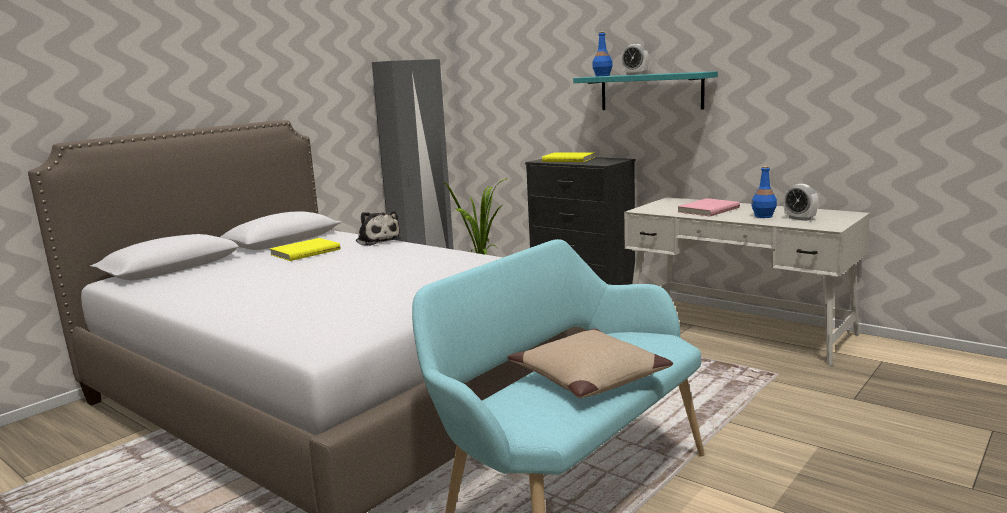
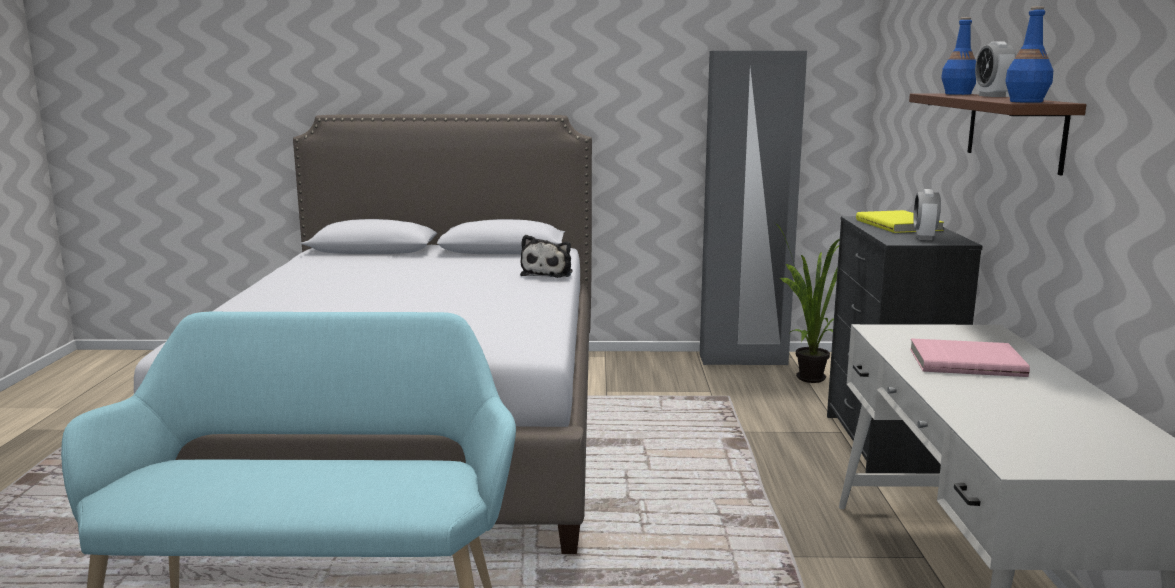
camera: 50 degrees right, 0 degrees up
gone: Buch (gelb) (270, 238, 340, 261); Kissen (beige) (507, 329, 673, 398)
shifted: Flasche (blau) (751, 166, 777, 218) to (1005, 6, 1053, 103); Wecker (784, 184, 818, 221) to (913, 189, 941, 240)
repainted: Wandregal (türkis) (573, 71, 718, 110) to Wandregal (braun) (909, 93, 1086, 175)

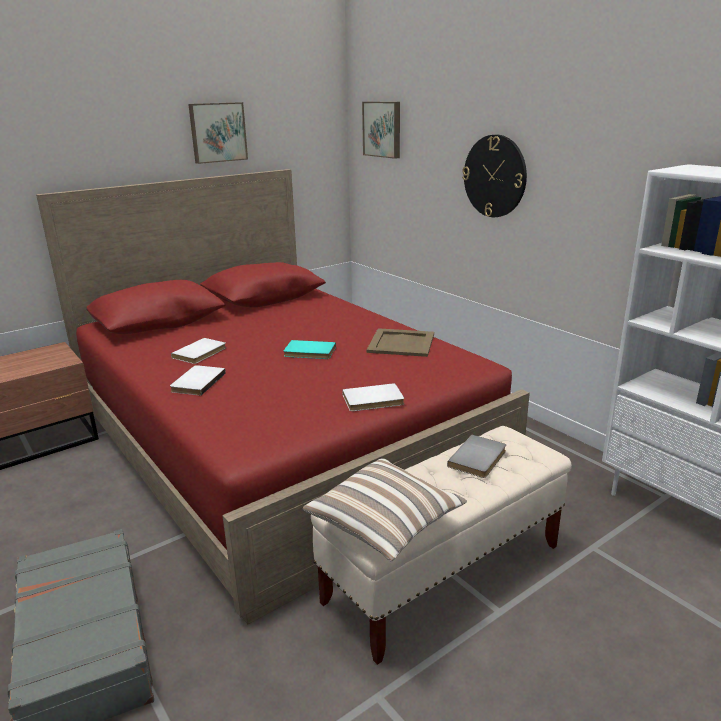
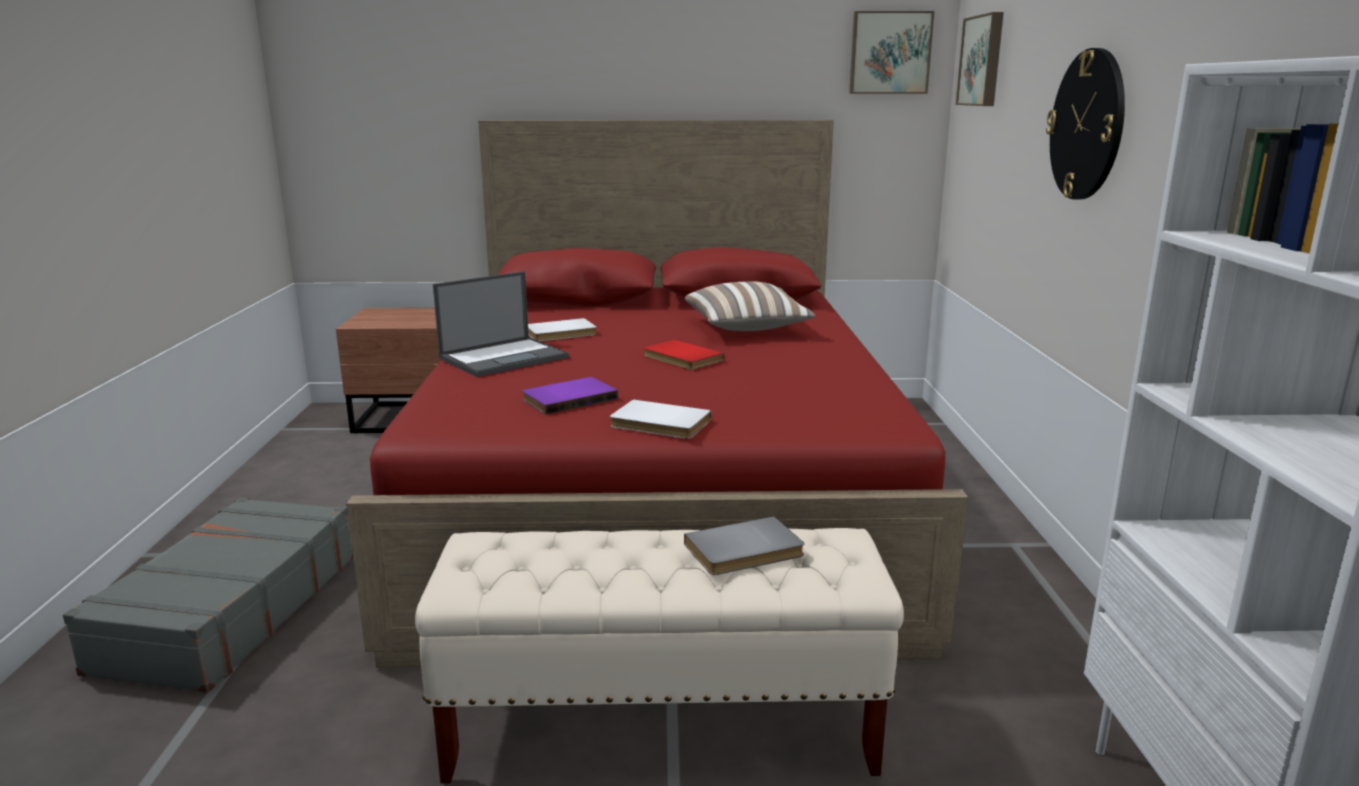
camera: 35 degrees right, 5 degrees down
gone: Tablett (beige) (367, 328, 434, 357)
new: Buch (lila) (522, 377, 618, 414)
shifted: Bild (188, 102, 248, 164) to (849, 11, 934, 94); Kissen (303, 458, 467, 561) to (685, 281, 815, 331)
swapped: Buch (weiß) (170, 365, 226, 396) to Laptop (433, 271, 569, 377)
repainted: Buch (türkis) (284, 340, 336, 359) to Buch (rot) (643, 340, 725, 370)

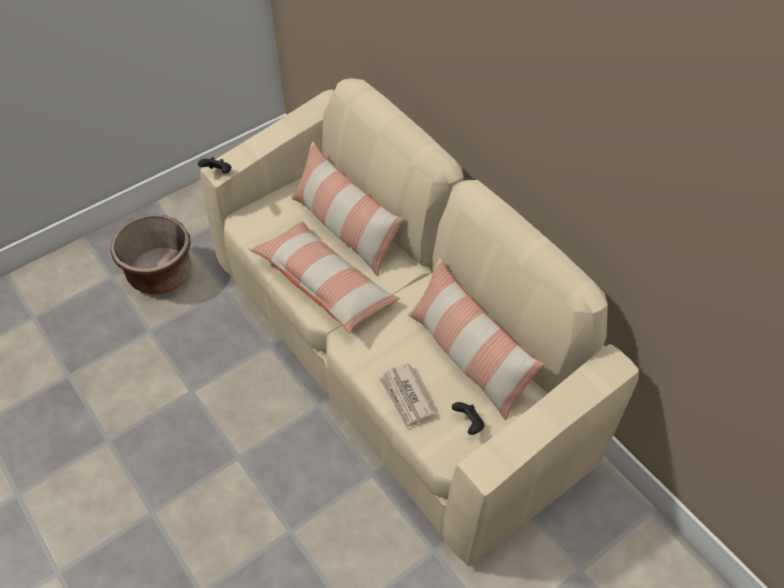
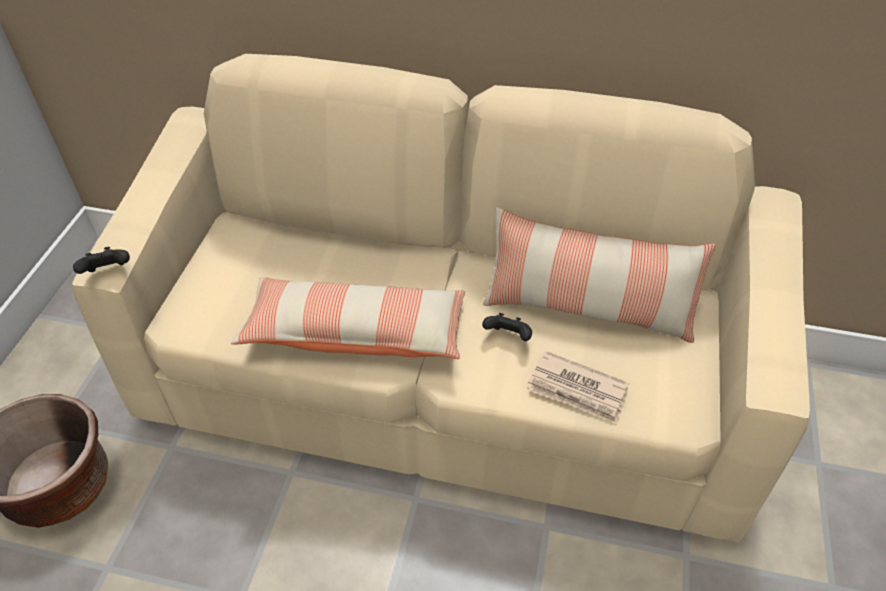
camera: 40 degrees left, 5 degrees down
gone: Kissen (291, 141, 404, 276)
shifted: Gamepad (schwarz) (452, 402, 485, 435) to (482, 313, 532, 341)

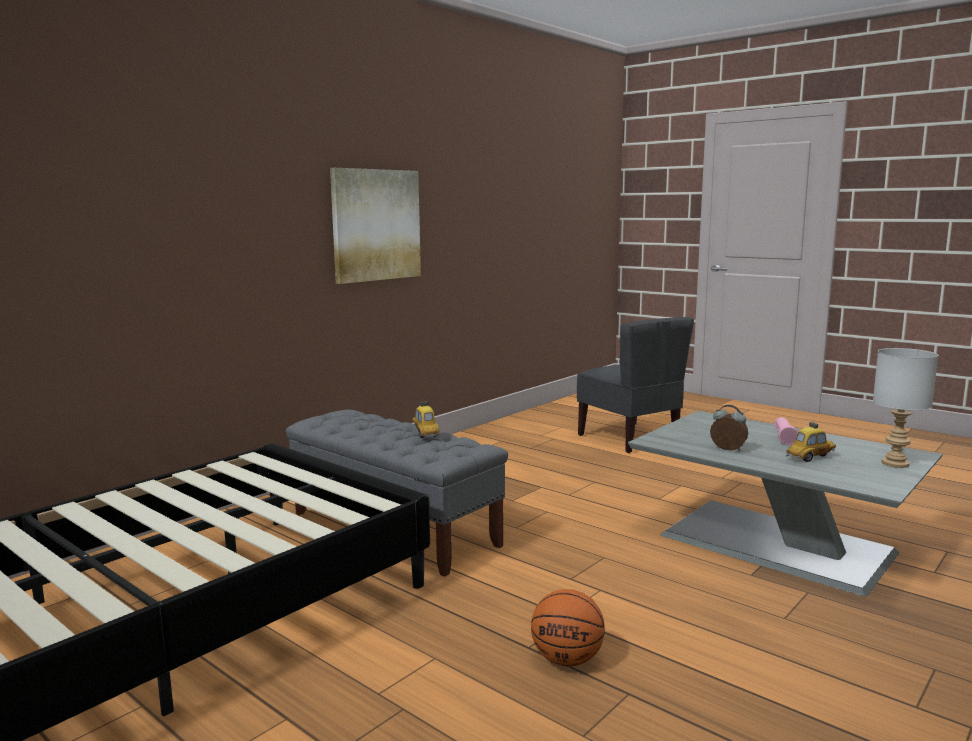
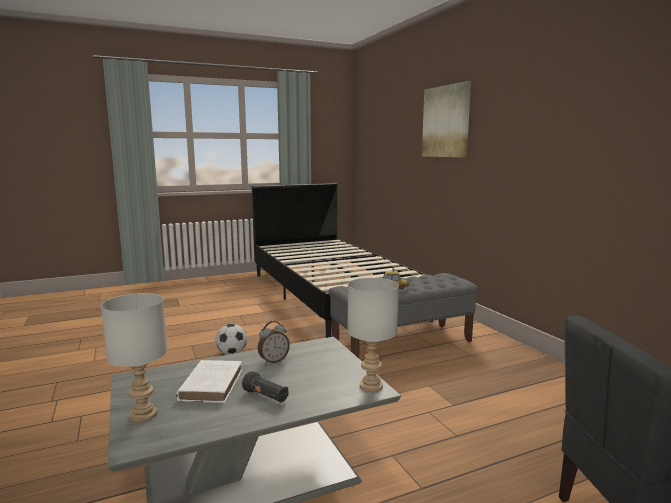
camera: 115 degrees right, 0 degrees up
new: Tischlampe (grau) (347, 278, 399, 392)
shifted: Bild (330, 168, 421, 284) to (422, 81, 471, 157)
swapped: Basketball (531, 589, 605, 667) to Fußball (216, 324, 247, 355); Spielzeugauto (786, 422, 836, 462) to Buch (weiß) (176, 360, 242, 403)
repainted: Taschenlampe (rosa) (774, 417, 798, 445) to Taschenlampe (schwarz) (242, 371, 288, 403)

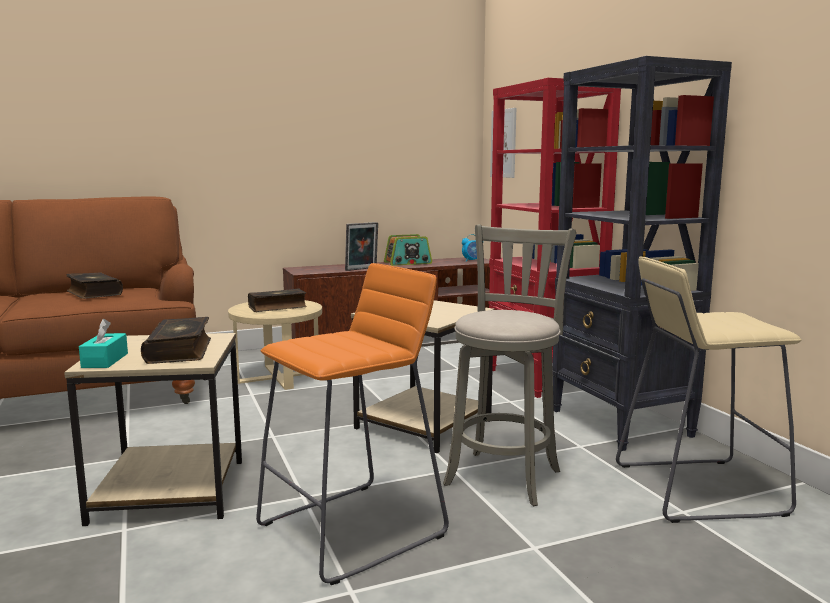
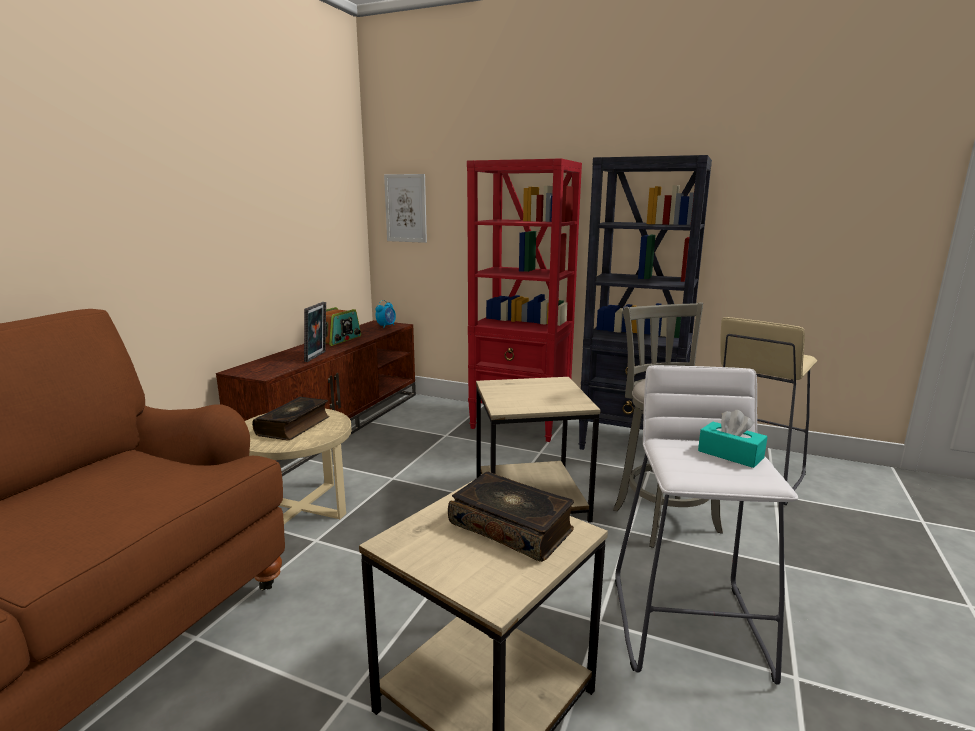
camera: 45 degrees left, 5 degrees up
gone: Buch (66, 272, 123, 299)
shifted: Taschentuchbox (türkis) (79, 319, 128, 368) to (698, 410, 768, 468)
repainted: Hocker (orange) (256, 263, 449, 585) to Hocker (weiß) (615, 365, 798, 685)

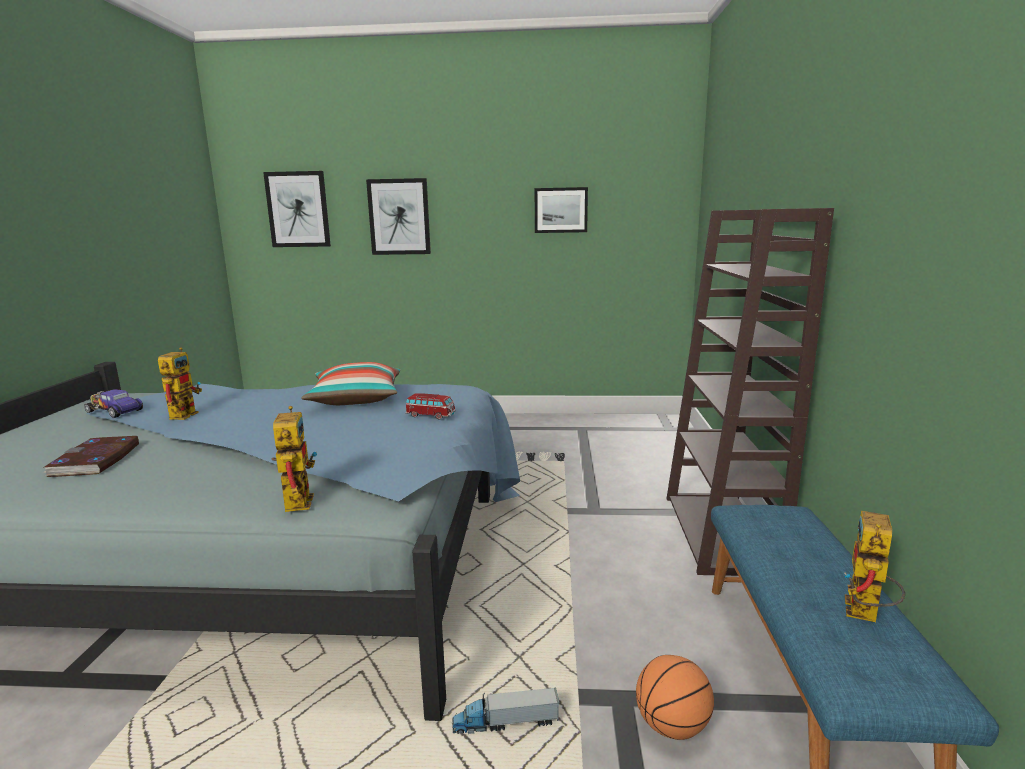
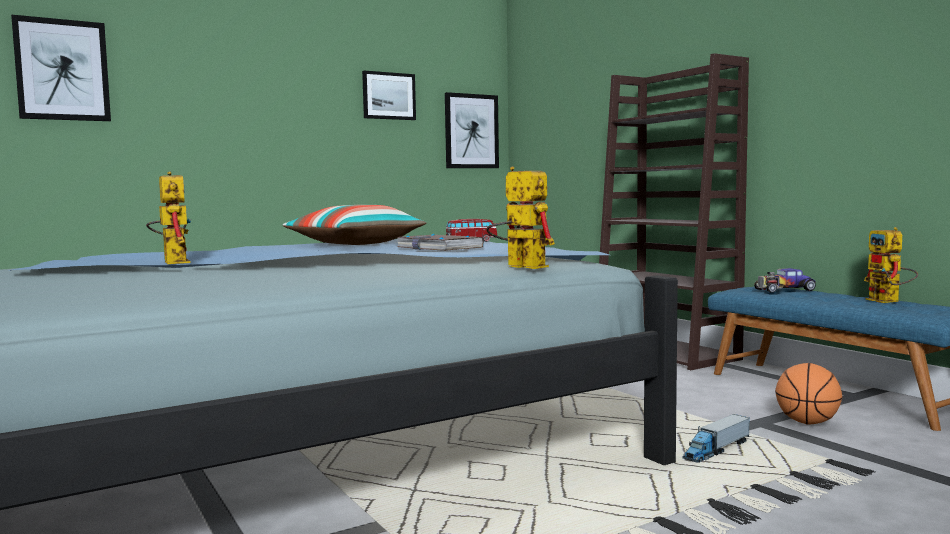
camera: 35 degrees left, 10 degrees down
shifted: Buch (43, 436, 139, 477) to (397, 234, 484, 251); Spielzeugauto (84, 389, 143, 418) to (754, 268, 816, 293); Bild (366, 178, 431, 255) to (445, 92, 499, 168)

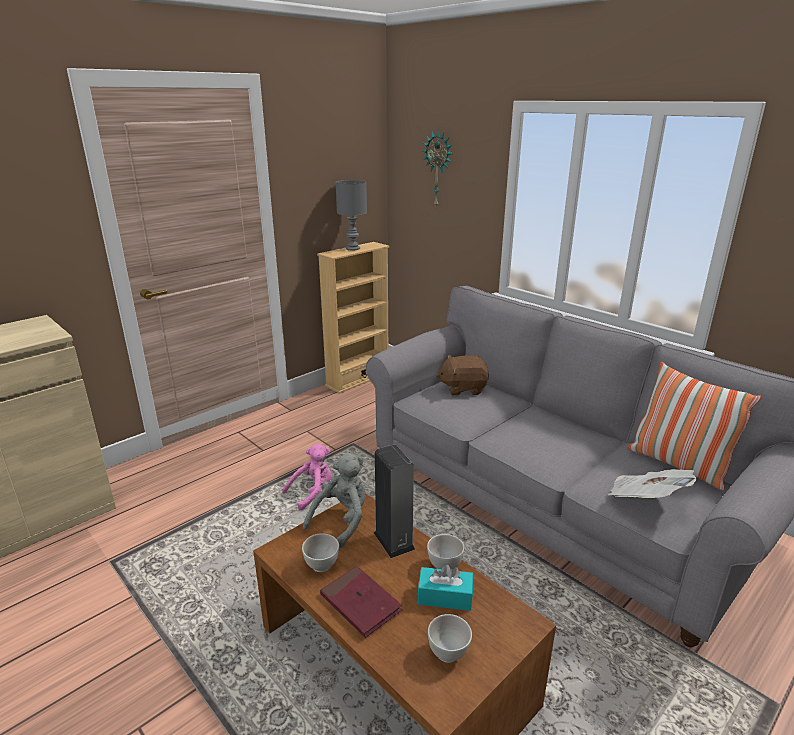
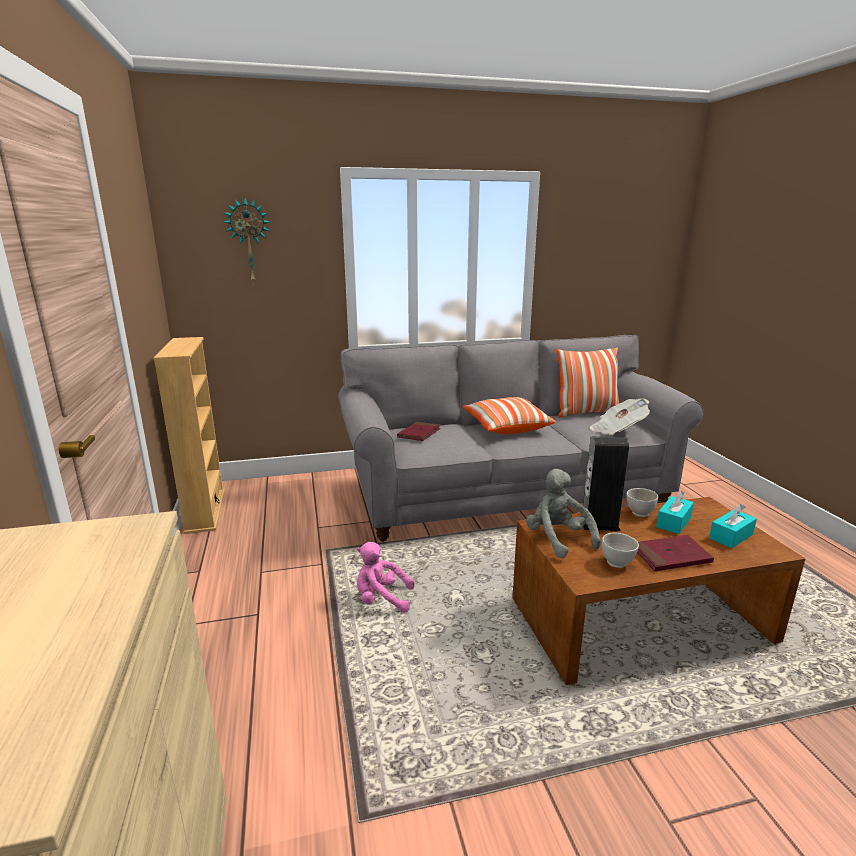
camera: 60 degrees left, 5 degrees down
gone: Tischlampe (grau) (336, 180, 367, 251)
new: Kissen (463, 397, 556, 434)
swapped: Schüssel (weiß) (428, 614, 472, 663) to Taschentuchbox (türkis) (709, 504, 757, 548); Plüschtier (braun) (437, 355, 489, 396) to Buch (rot) (397, 422, 441, 441)
rotated: Plüschtier (rosa) (282, 444, 332, 510) = (357, 542, 415, 613) 75 degrees counterclockwise

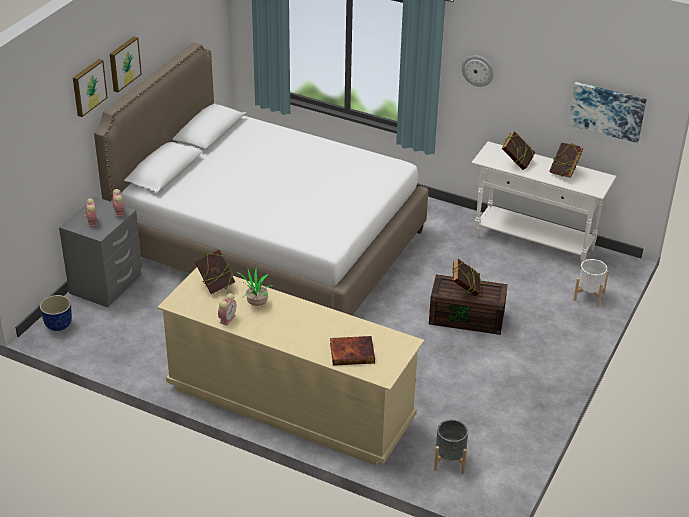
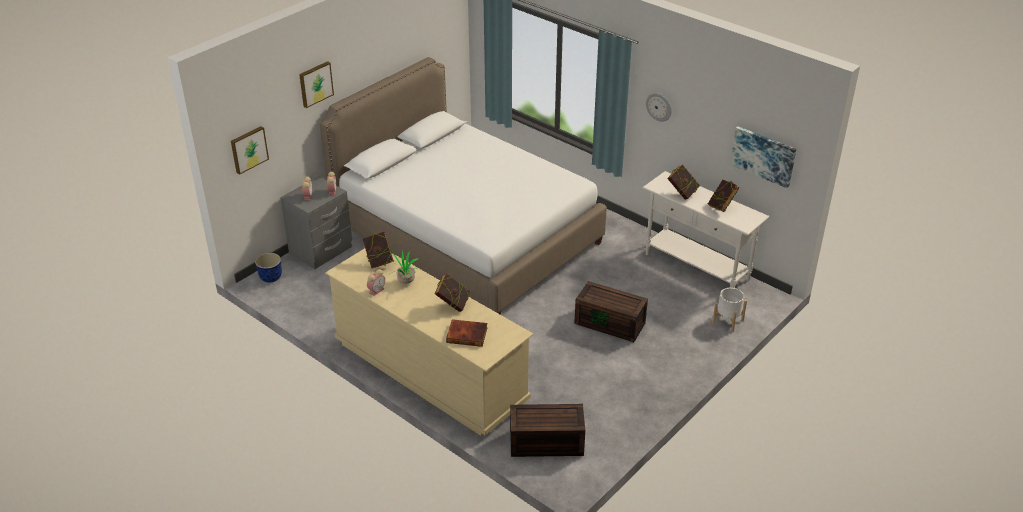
camera: 15 degrees right, 0 degrees up
shifted: Bild (110, 36, 142, 92) to (231, 126, 269, 175); Buch (452, 259, 481, 296) to (435, 274, 471, 312)
swapped: Pflanzkübel (grau) (434, 420, 468, 474) to Aufbewahrungsbox (braun) (510, 404, 585, 457)

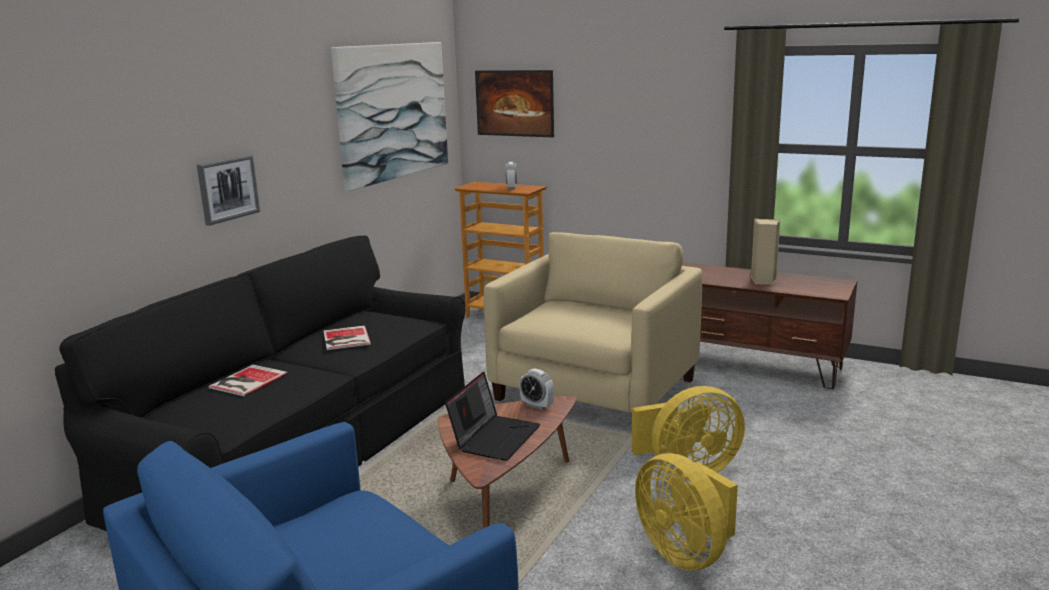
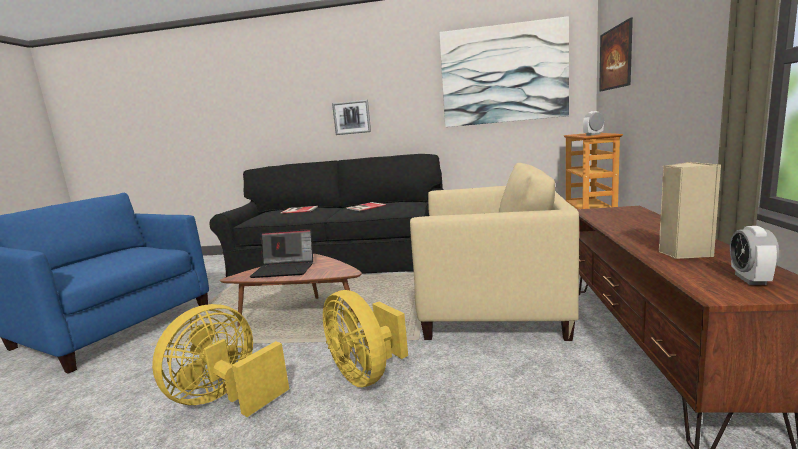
camera: 70 degrees right, 5 degrees down
shifted: Wecker (519, 368, 554, 410) to (730, 226, 779, 285)

